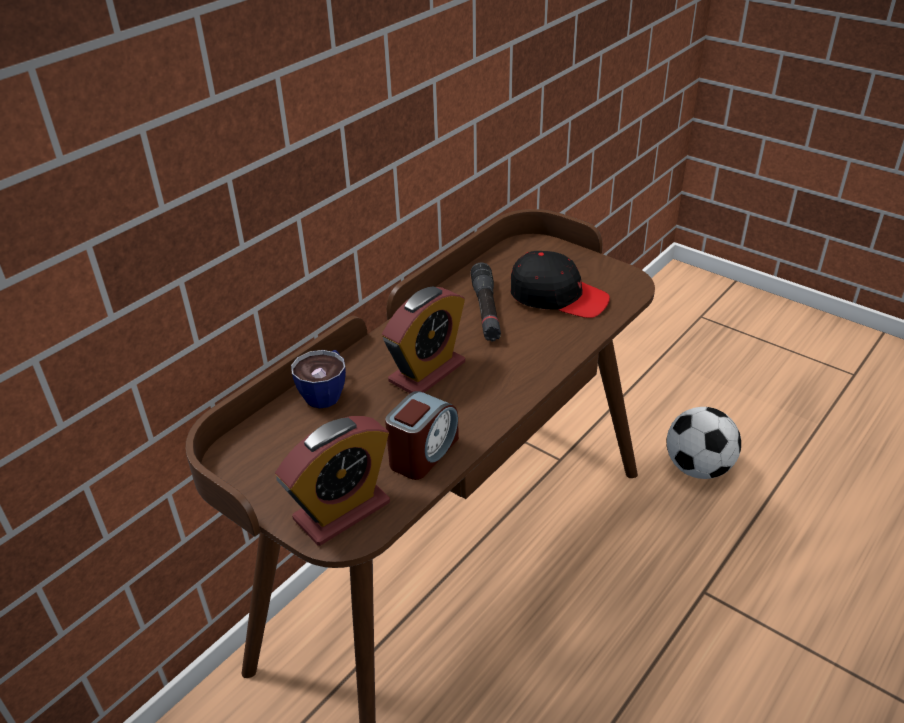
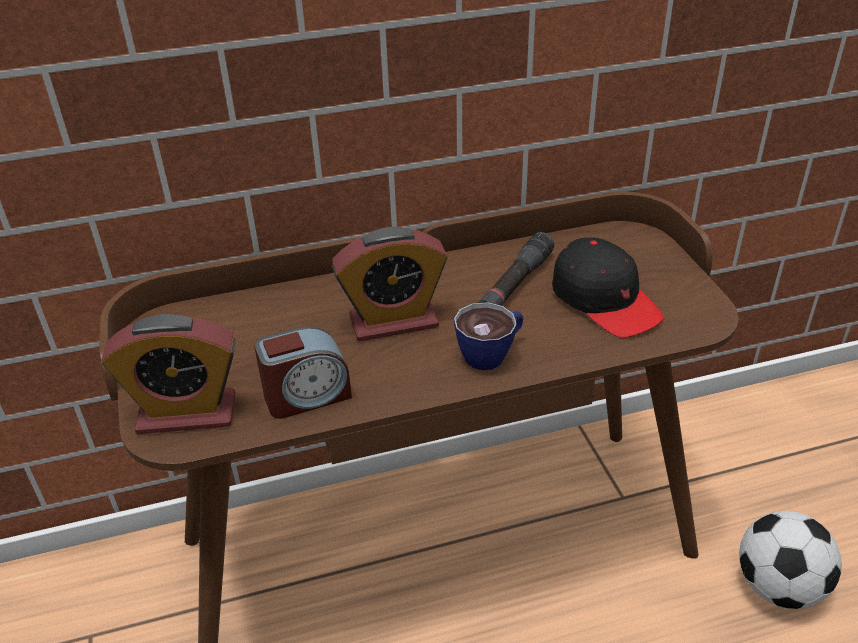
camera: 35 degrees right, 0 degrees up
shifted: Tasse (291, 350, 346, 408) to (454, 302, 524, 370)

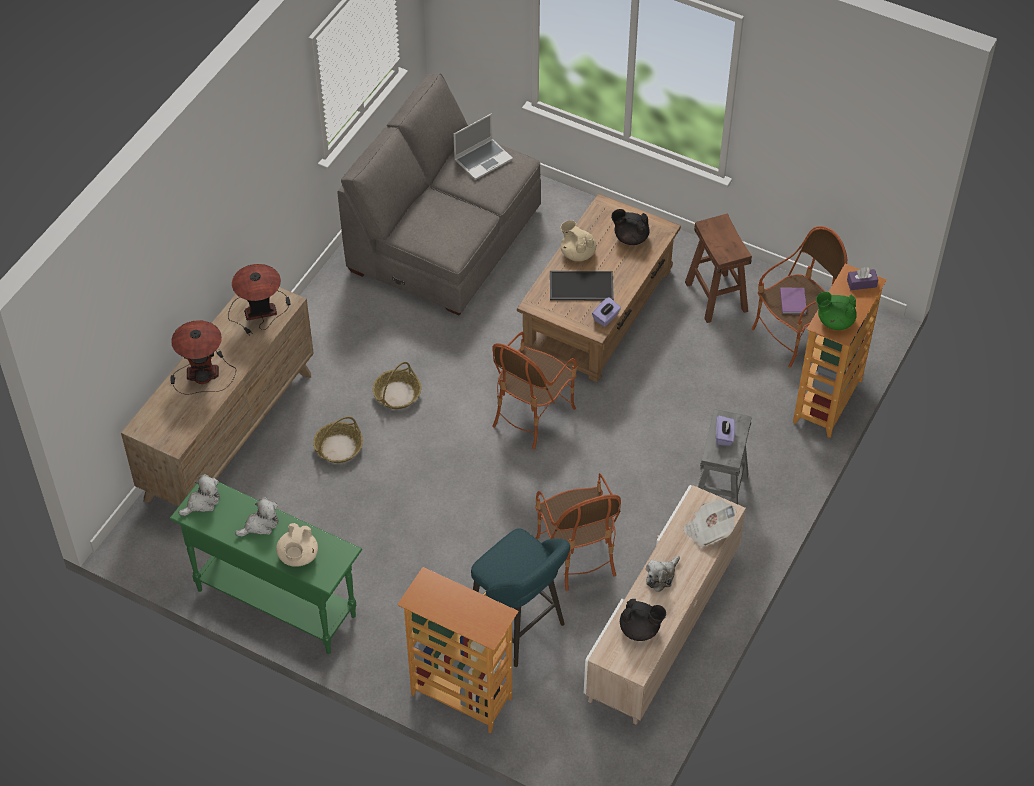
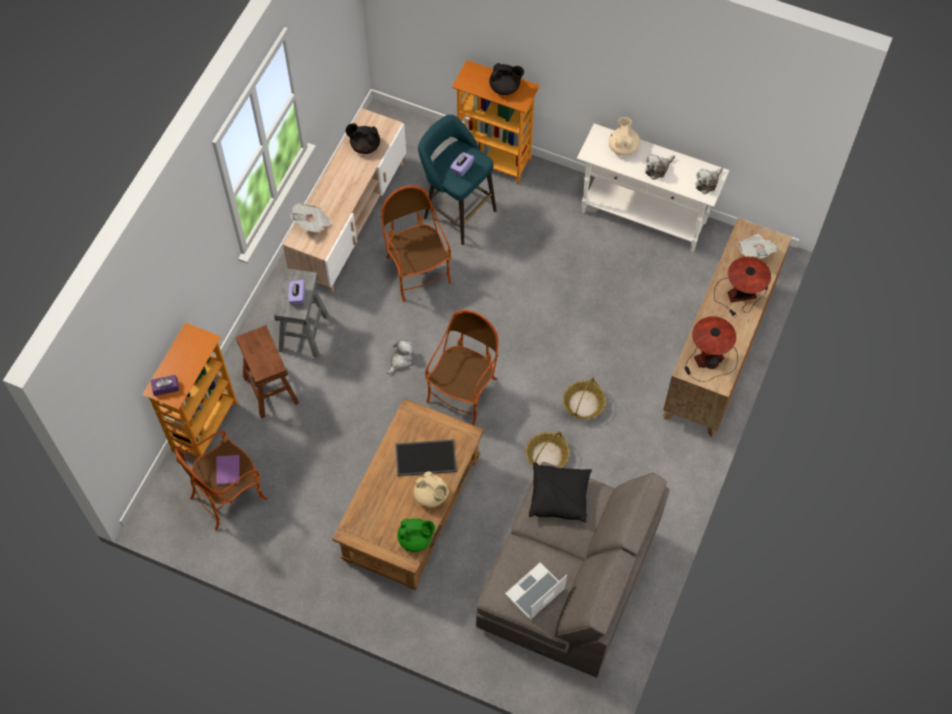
camera: 175 degrees right, 10 degrees up
new: Kissen (schwarz) (529, 462, 592, 523); Zeitung (738, 234, 777, 258)
shifted: Korb (313, 416, 363, 463) to (526, 432, 569, 467); Taschentuchbox (lila) (592, 297, 621, 327) to (450, 152, 474, 177); Teekanne (schwarz) (611, 209, 650, 245) to (489, 63, 524, 95); Plüschtier (646, 556, 680, 592) to (387, 339, 413, 374); Hocker (braun) (685, 213, 752, 323) to (236, 325, 299, 419); Teekanne (grün) (816, 292, 857, 330) to (397, 518, 435, 552)
repainted: Konsolentisch (grün) (169, 482, 362, 654) to Konsolentisch (weiß) (577, 123, 730, 252)

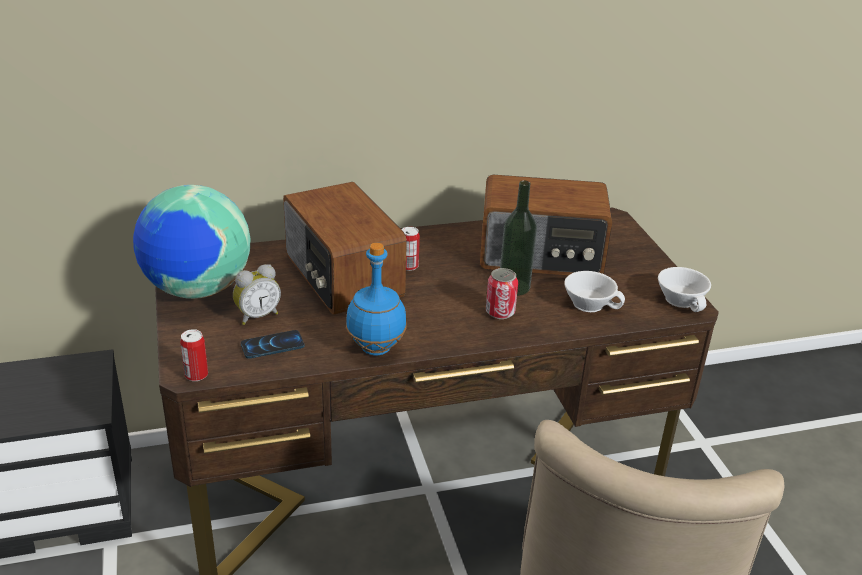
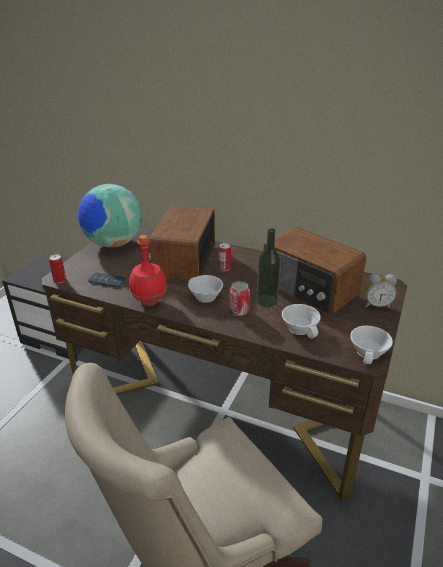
camera: 40 degrees right, 0 degrees up
new: Tasse (weiß) (188, 275, 223, 303)
shifted: Wecker (233, 264, 281, 325) to (365, 274, 397, 309)
repainted: Flasche (blau) (346, 243, 407, 355) to Flasche (rot) (129, 235, 167, 306)

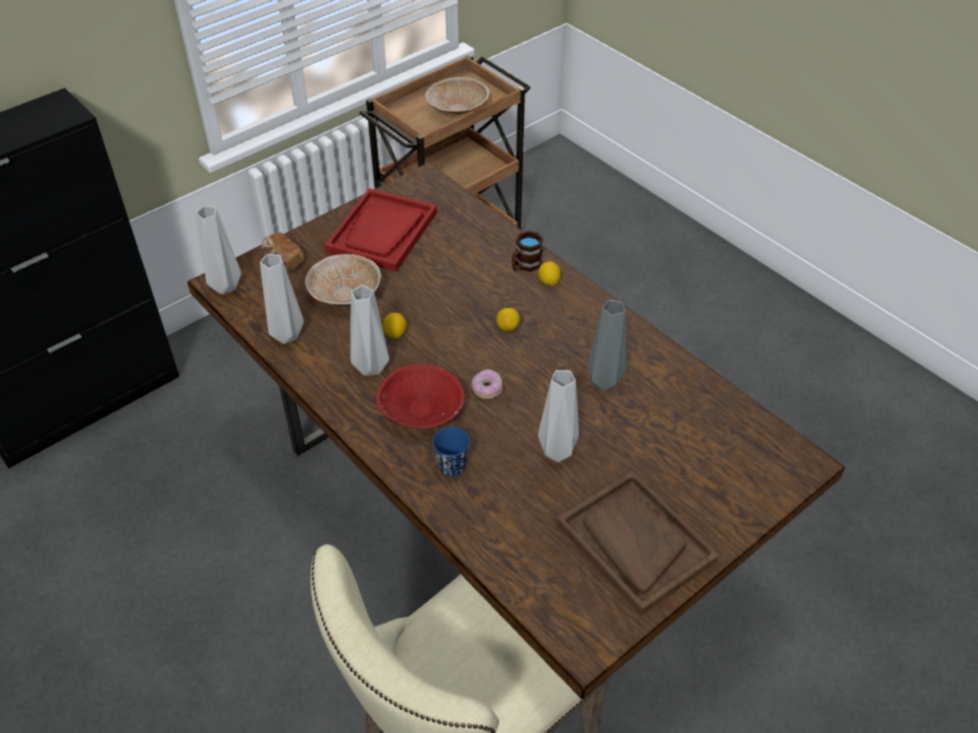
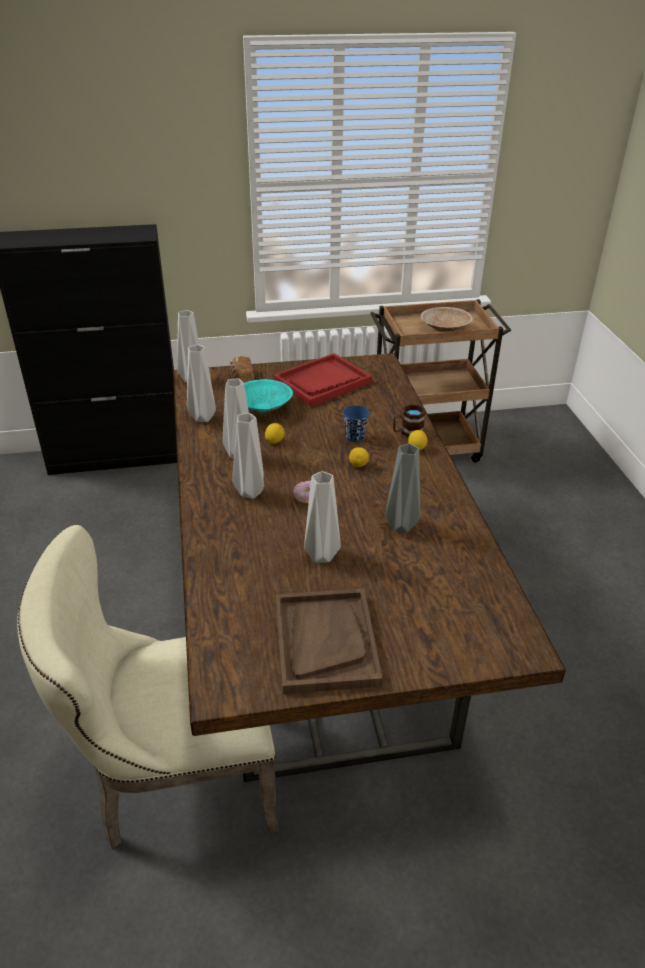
camera: 30 degrees right, 10 degrees down
shifted: Tasse (blau) (433, 427, 470, 476) to (343, 406, 369, 442)
swapped: Schüssel (rot) (376, 364, 465, 428) to Vase (grau) (232, 413, 264, 499)
repainted: Schüssel (beige) (305, 254, 381, 305) to Schüssel (türkis) (244, 379, 293, 413)

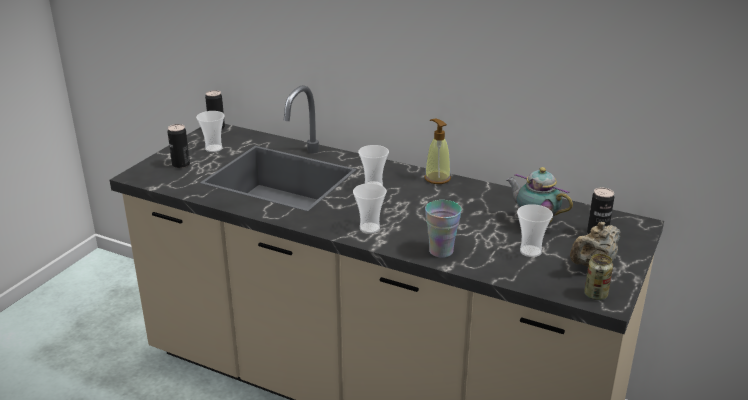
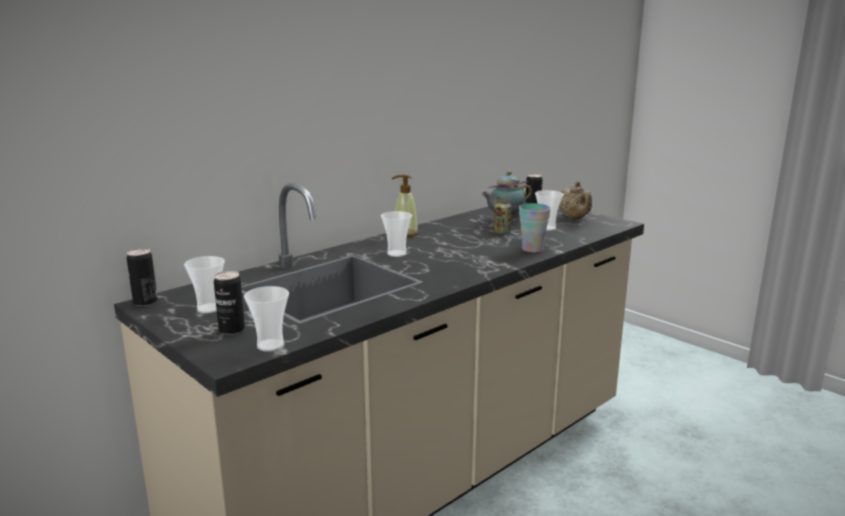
camera: 70 degrees left, 10 degrees down
shifted: Tasse (353, 183, 387, 234) to (244, 286, 289, 352); Dose (584, 254, 613, 300) to (493, 200, 512, 235)

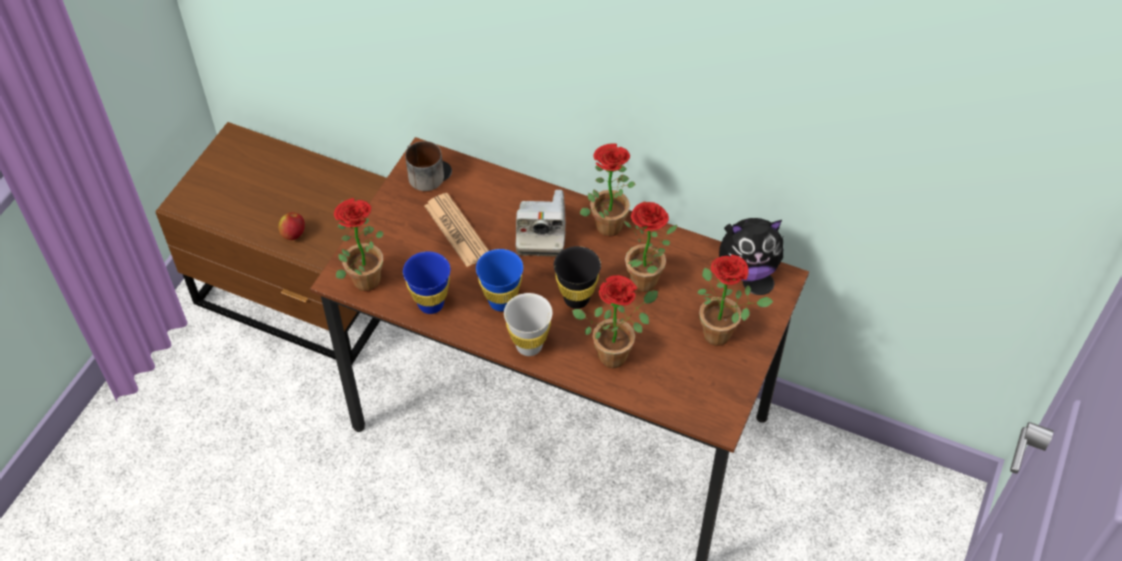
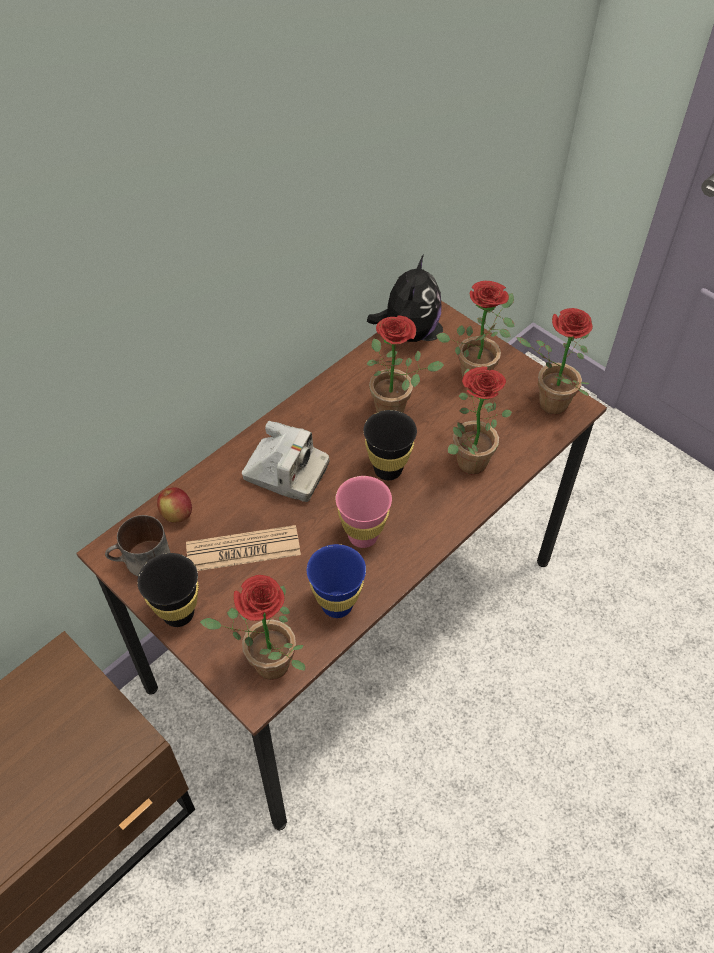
camera: 70 degrees left, 0 degrees up
gone: Tasse (weiß) (504, 293, 553, 356)
new: Tasse (schwarz) (137, 553, 199, 627)
shifted: Apfel (278, 212, 305, 240) to (157, 487, 192, 523); Topfpflanze (580, 143, 635, 237) to (516, 308, 593, 415)
repainted: Tasse (blau) (476, 249, 523, 311) to Tasse (rosa) (336, 476, 392, 548)

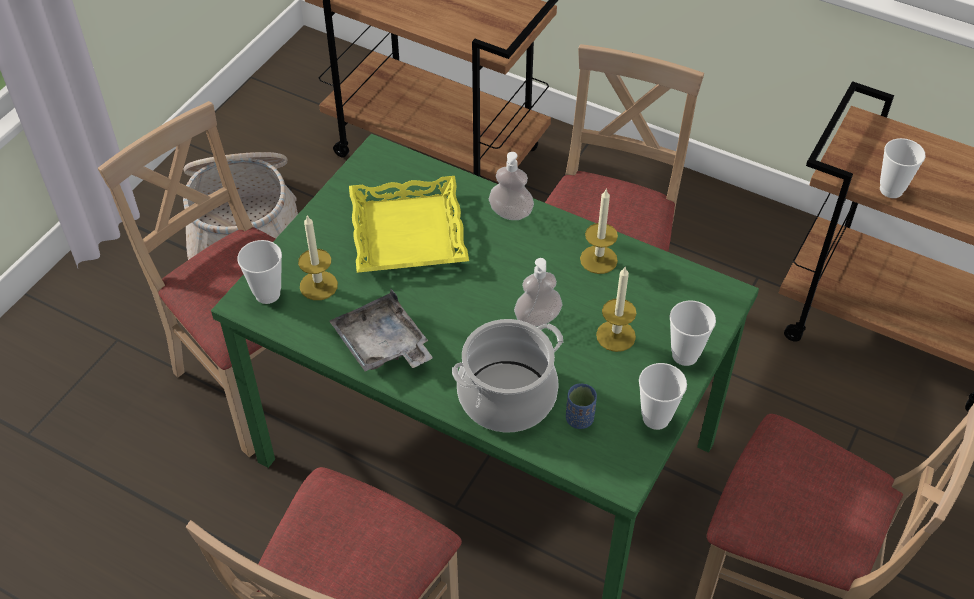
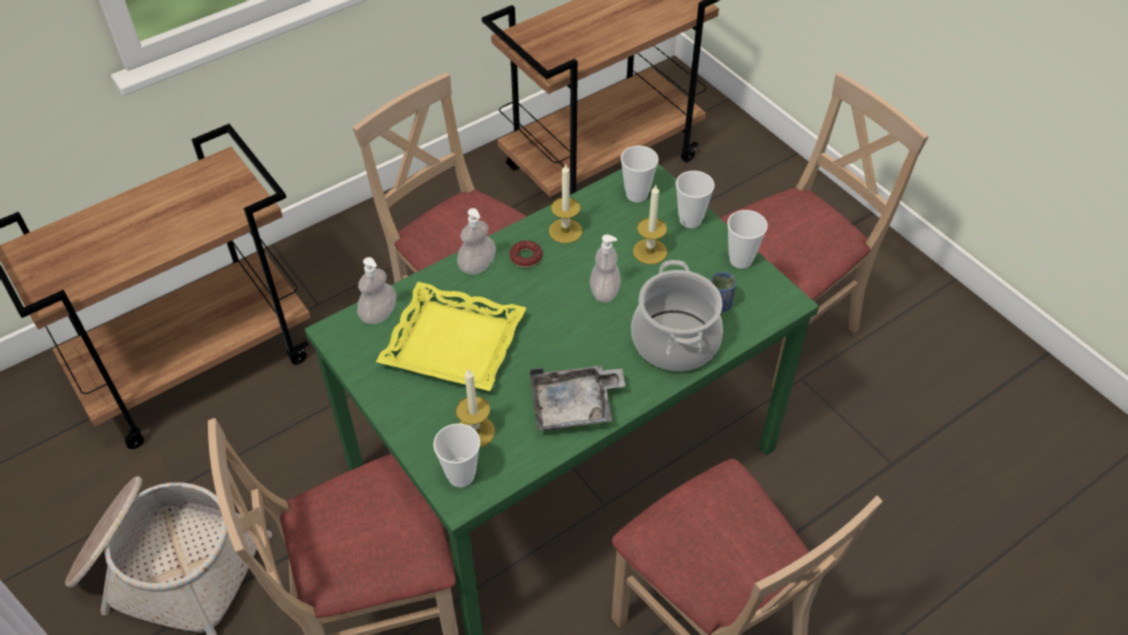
camera: 65 degrees left, 0 degrees up
new: Seifenspender (357, 257, 396, 324); Donut (510, 240, 543, 268)
shifted: Tasse (880, 138, 926, 198) to (621, 146, 659, 202)

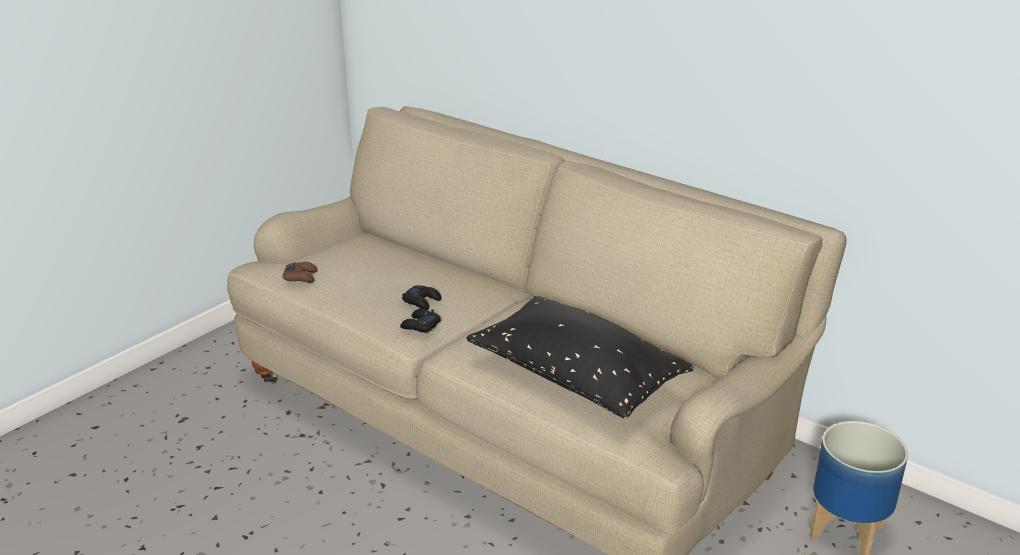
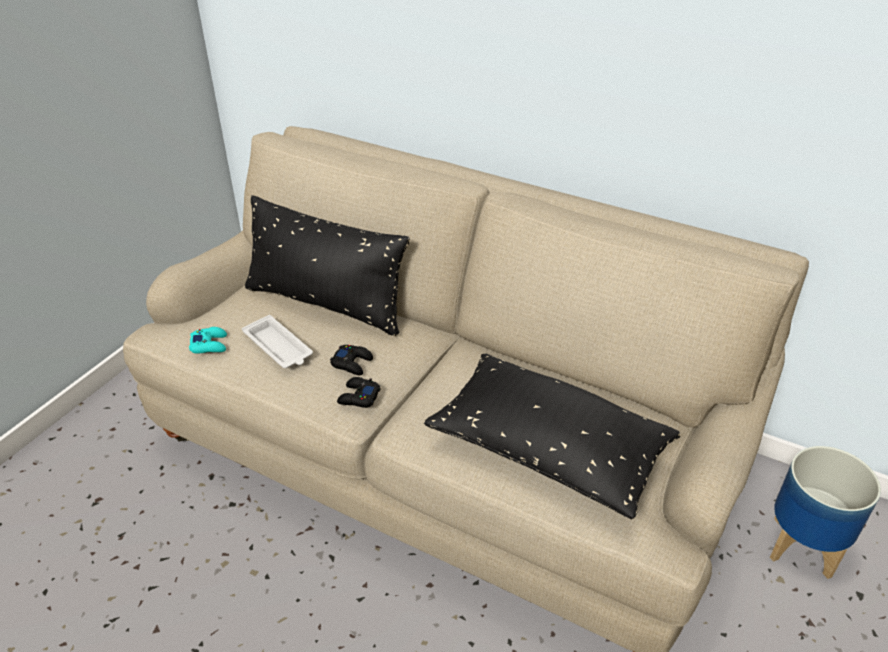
camera: 10 degrees left, 10 degrees up
new: Tablett (weiß) (242, 315, 313, 368); Kissen (schwarz) (245, 195, 410, 336)
repainted: Gamepad (braun) (282, 262, 318, 282) to Gamepad (türkis) (189, 327, 227, 353)

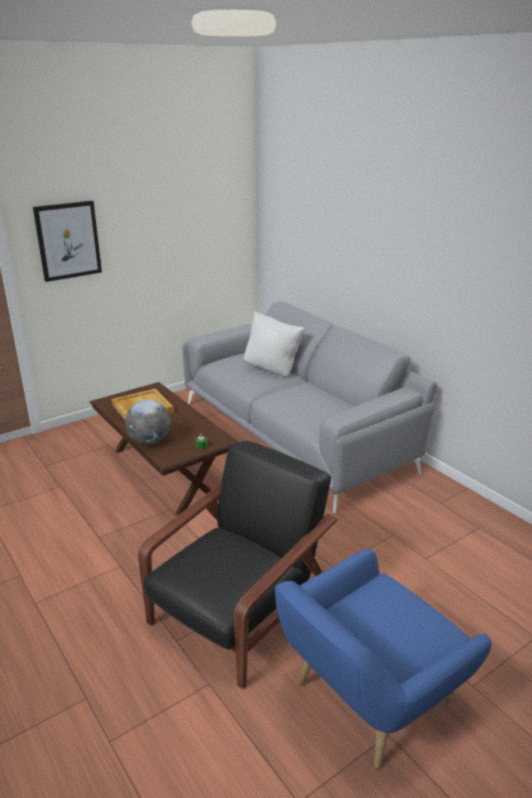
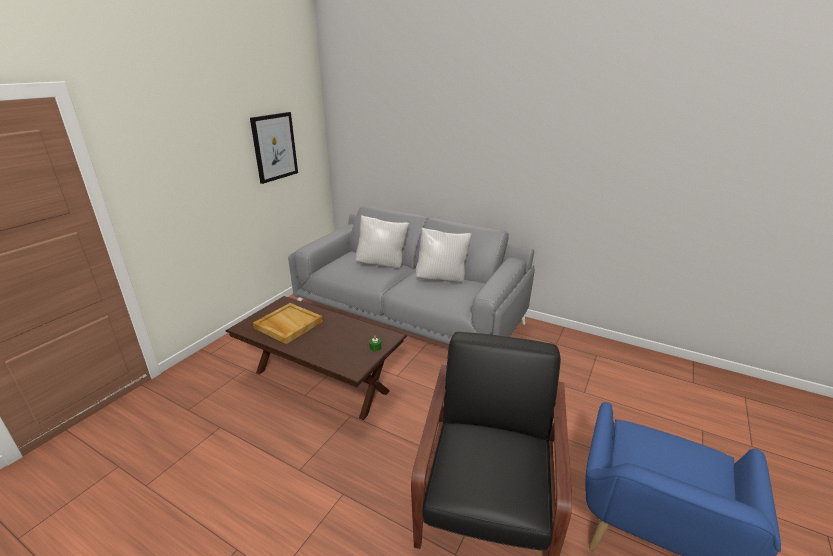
camera: 25 degrees left, 0 degrees up
gone: Globus (125, 400, 171, 444)
new: Kissen (weiß) (416, 228, 472, 282)
shifted: Bild (33, 201, 102, 282) to (250, 112, 298, 184)

